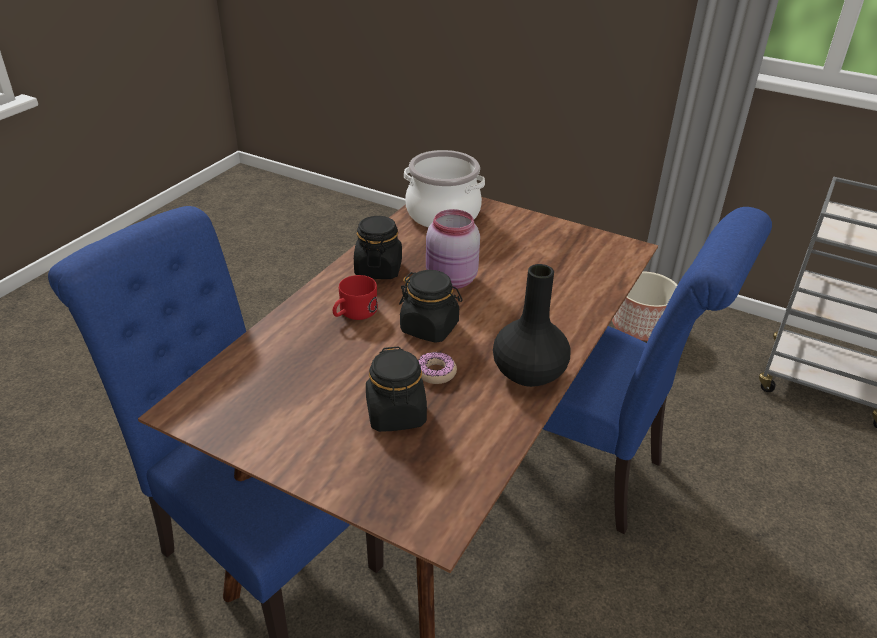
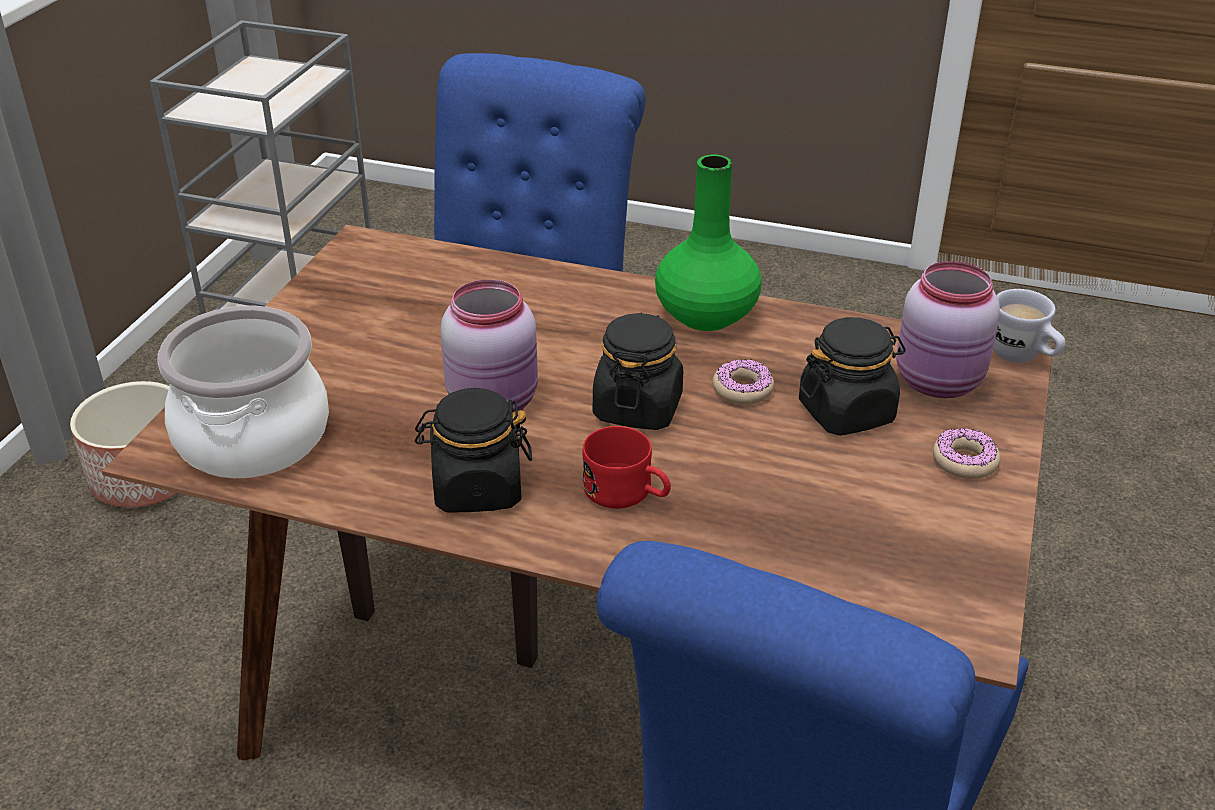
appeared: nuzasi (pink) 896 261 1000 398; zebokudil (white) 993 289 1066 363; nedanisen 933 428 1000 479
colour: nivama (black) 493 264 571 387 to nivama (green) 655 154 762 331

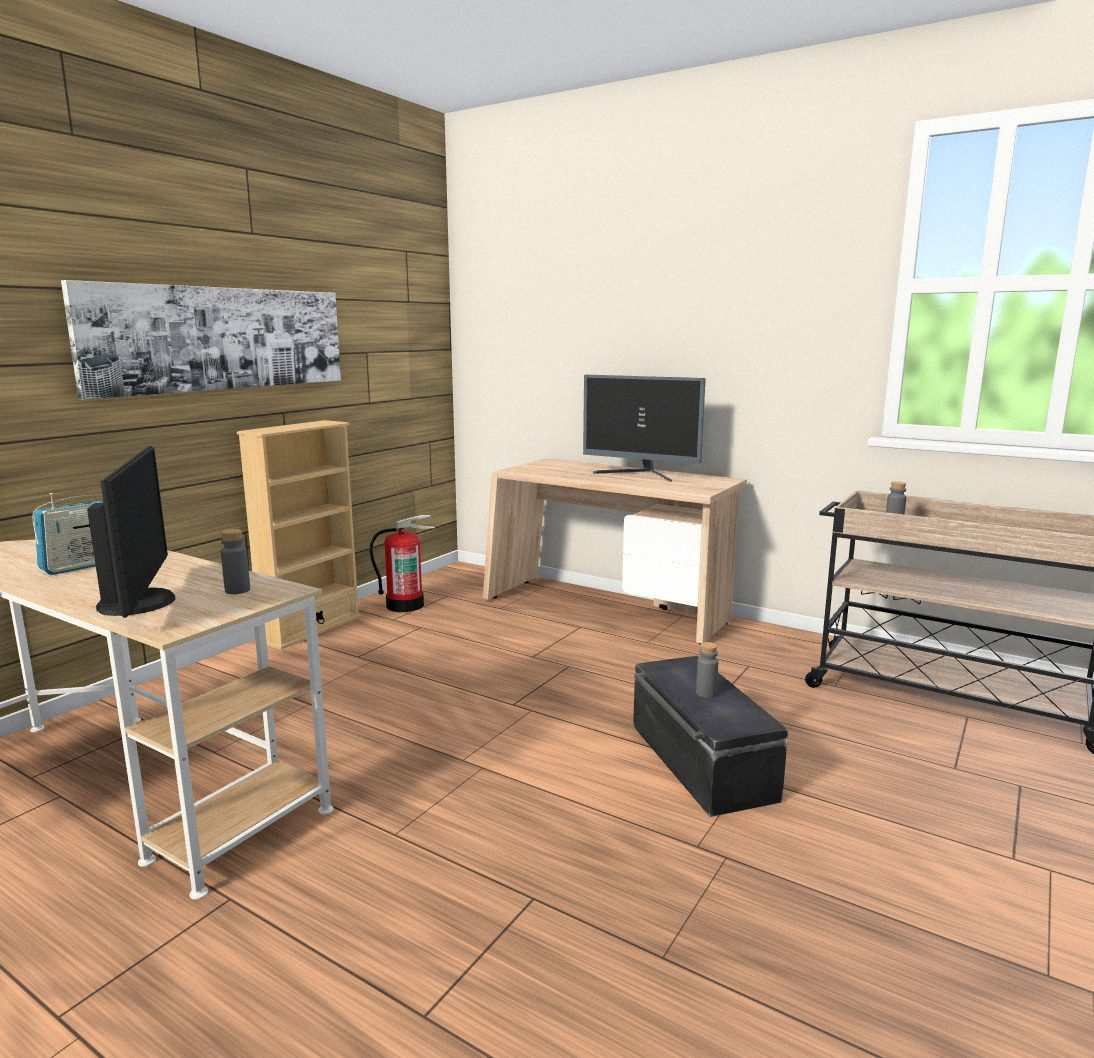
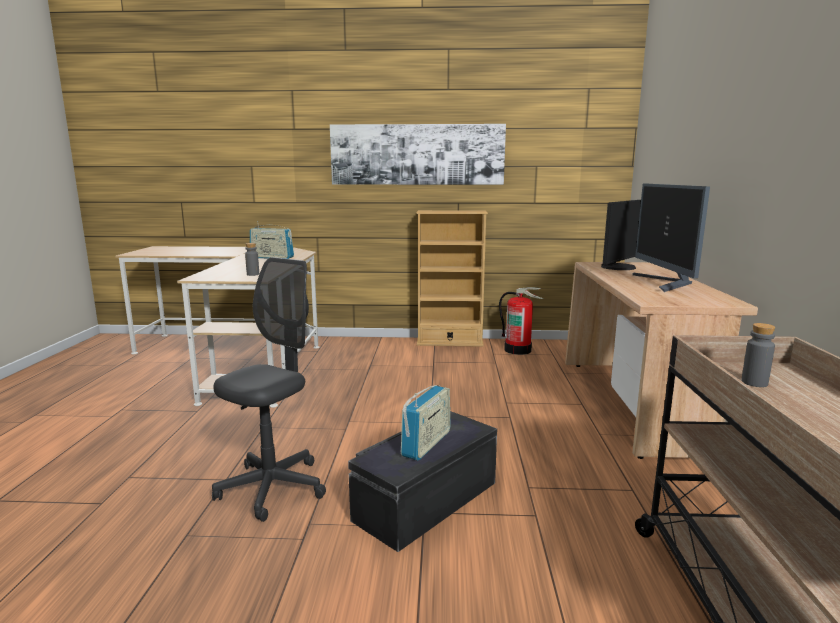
appeared: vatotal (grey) 212 257 326 522
relocated: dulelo 87 446 175 618 to 601 200 641 270
exchanged: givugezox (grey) 696 642 718 698 to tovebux 401 385 451 461

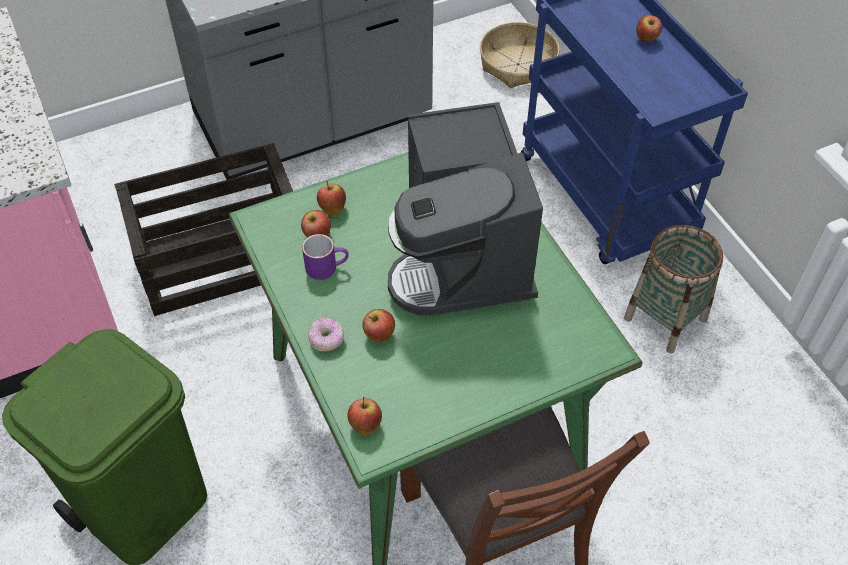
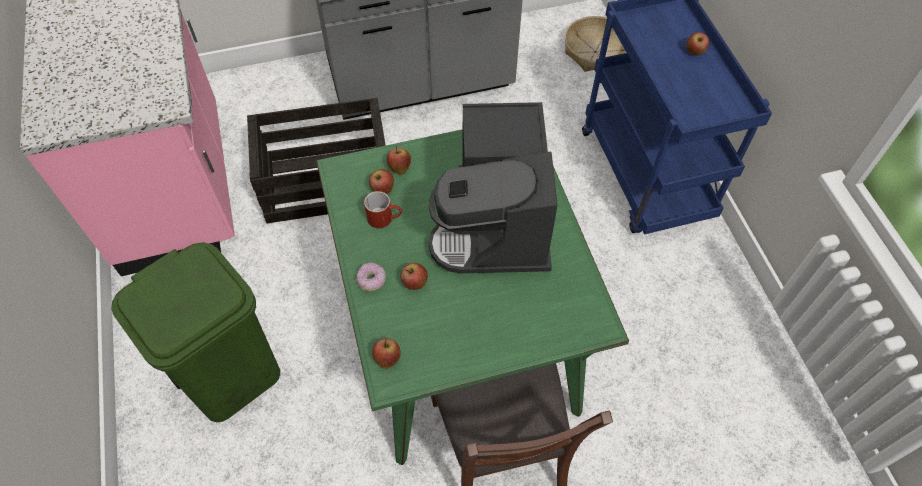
missing: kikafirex 624 225 723 354
colour: zebokudil (purple) 302 234 349 280 to zebokudil (red) 364 191 402 228

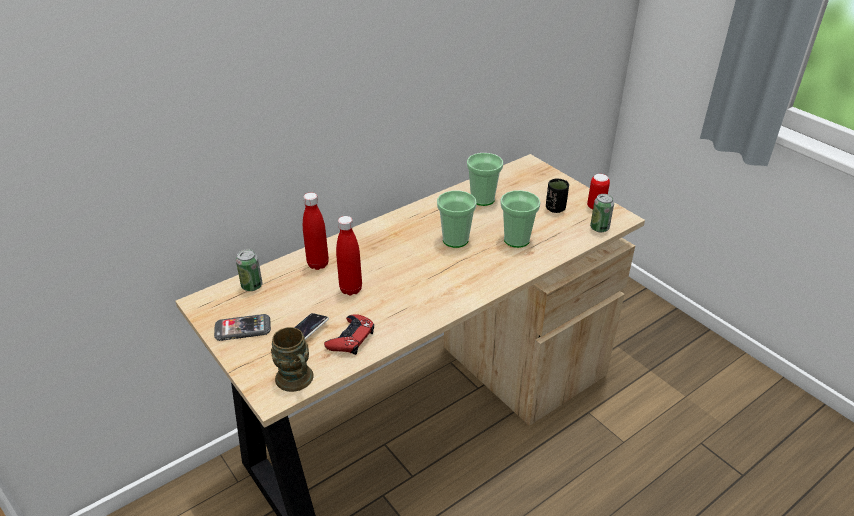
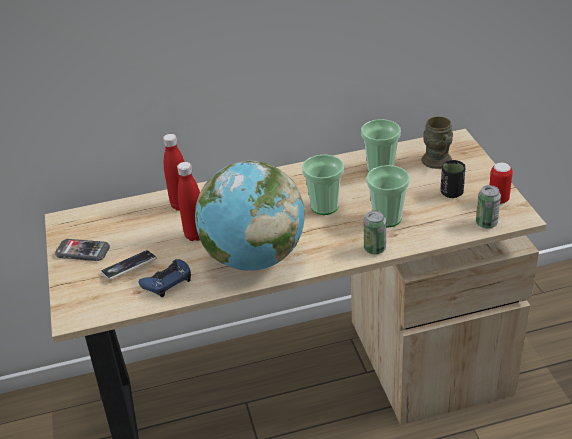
appeared: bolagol 195 161 304 271
relocated: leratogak 236 249 262 291 to 364 210 386 254; zebokudil (brown) 271 327 313 392 to 421 117 453 169
colour: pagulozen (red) 324 314 374 355 to pagulozen (blue) 138 259 191 297

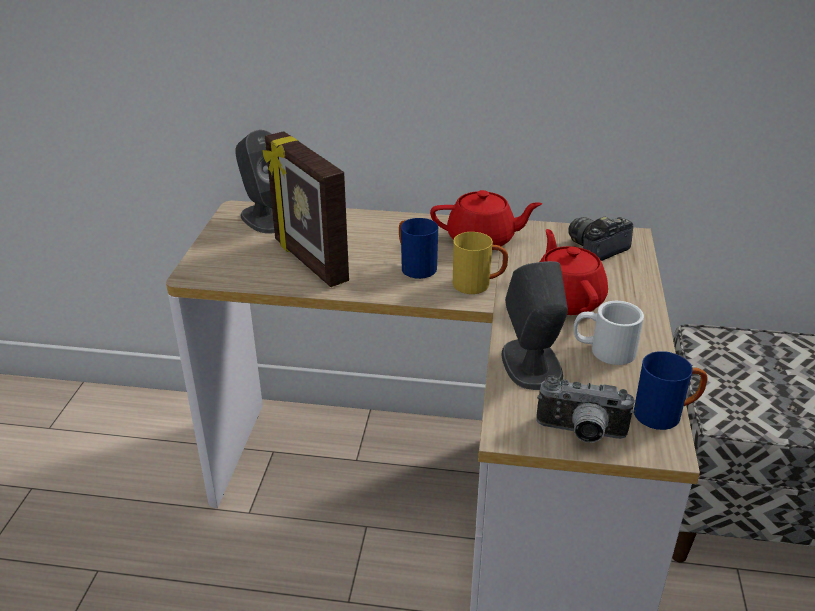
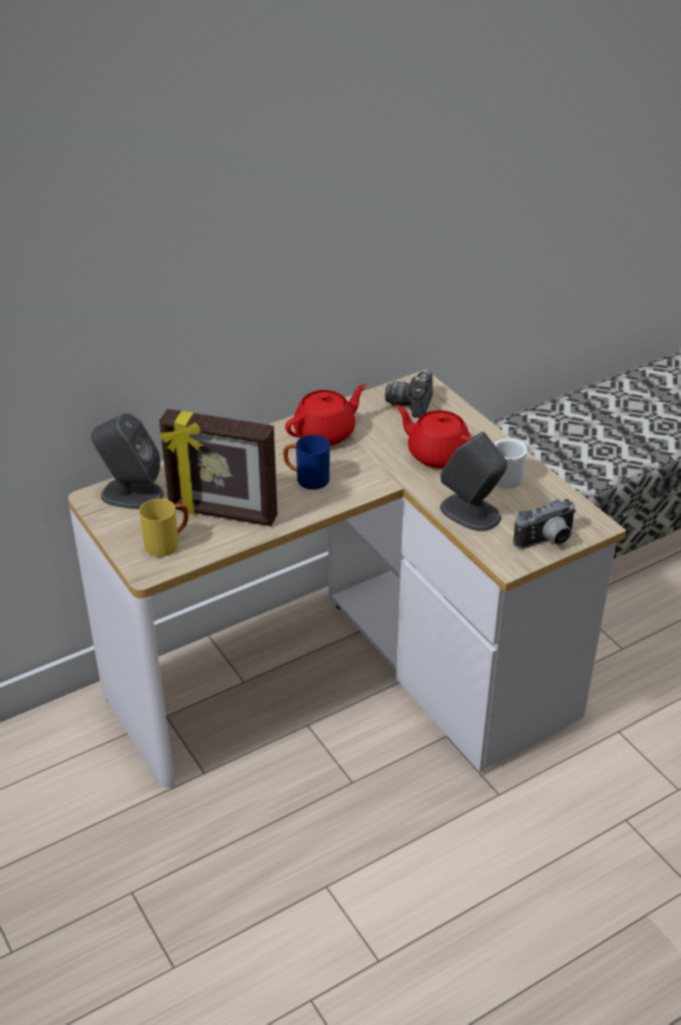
missing: zebokudil (blue) 634 351 708 430
relocated: zebokudil (yellow) 453 232 508 294 to 139 499 189 557

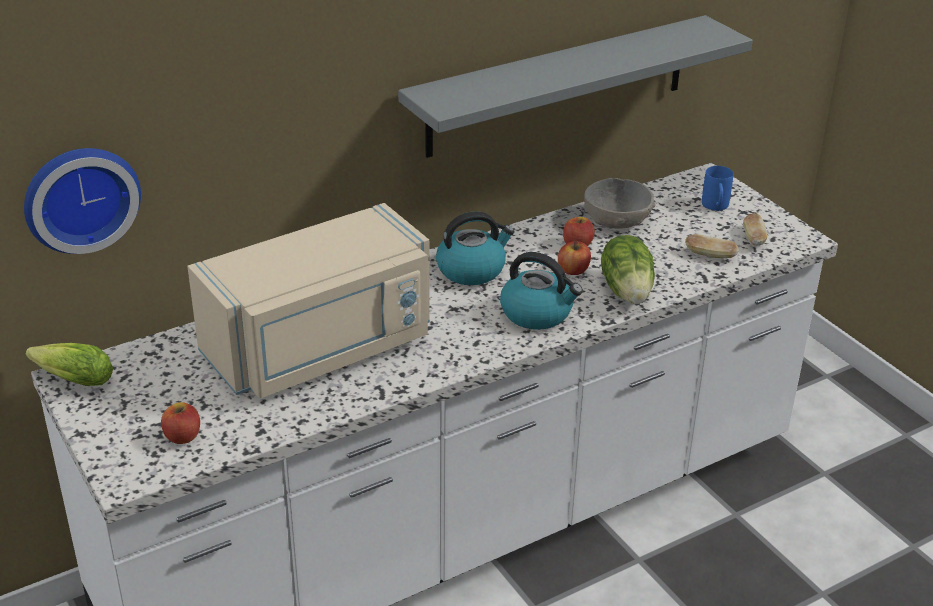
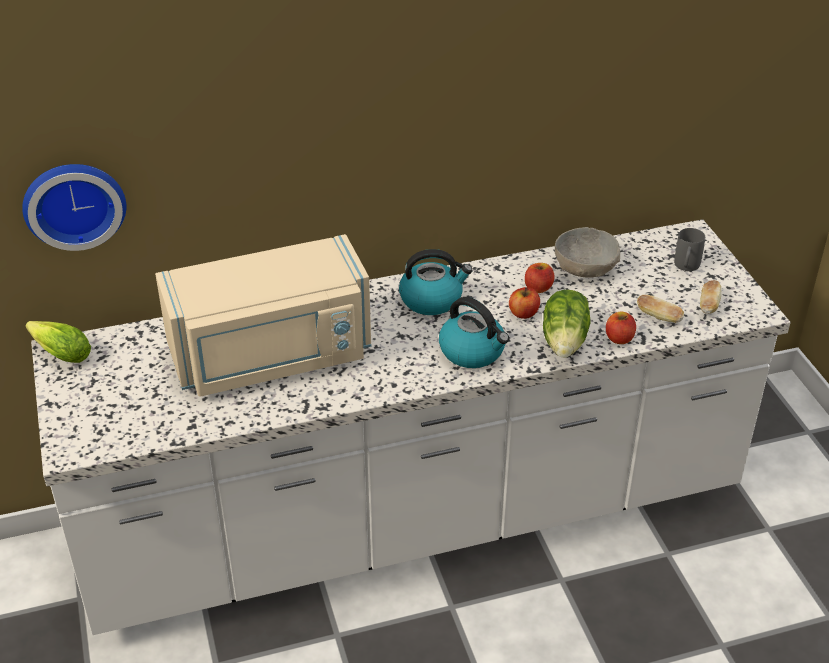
missing: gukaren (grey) 398 15 753 158
relocated: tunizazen 161 402 200 444 to 606 312 636 344
colour: zebokudil (blue) 702 166 733 211 to zebokudil (grey) 674 228 705 271

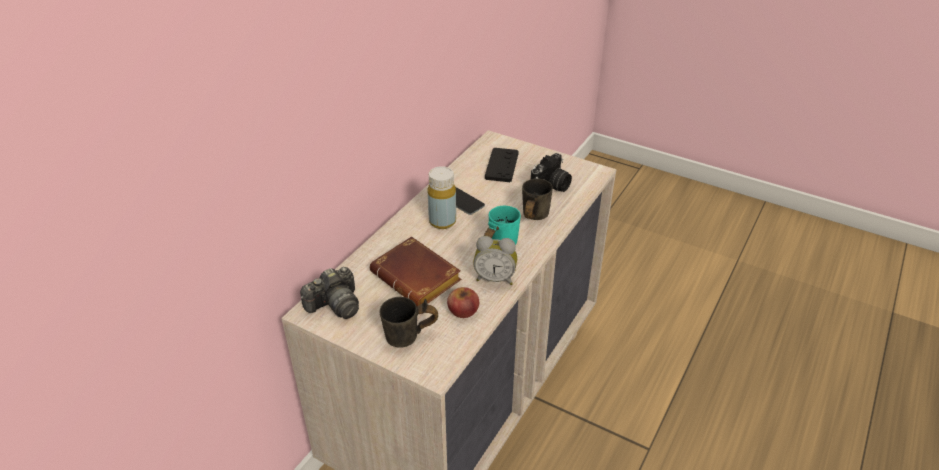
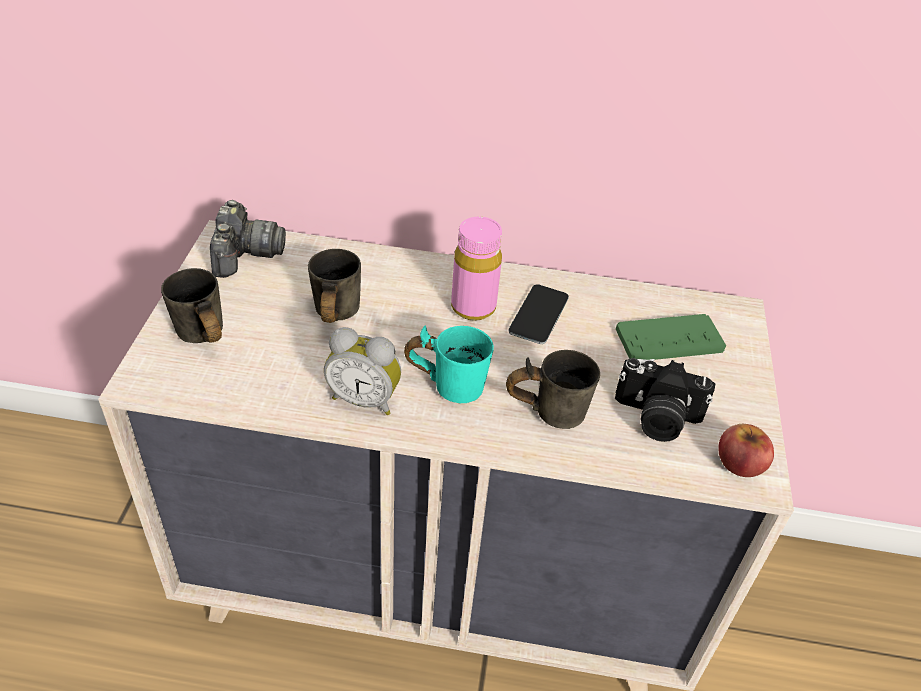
relocated: tunizazen 447 287 479 318 to 718 424 774 477
exchanged: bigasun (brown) 370 236 461 306 to zebokudil (grey) 308 249 361 323
colour: pagulozen (black) 485 148 519 182 to pagulozen (green) 616 314 726 360; givugezox (yellow) 428 166 456 229 to givugezox (pink) 451 217 502 321
spun: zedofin 473 236 517 285 = 324 327 401 415 60 degrees counterclockwise; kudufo 300 267 359 319 = 210 200 286 278 120 degrees counterclockwise

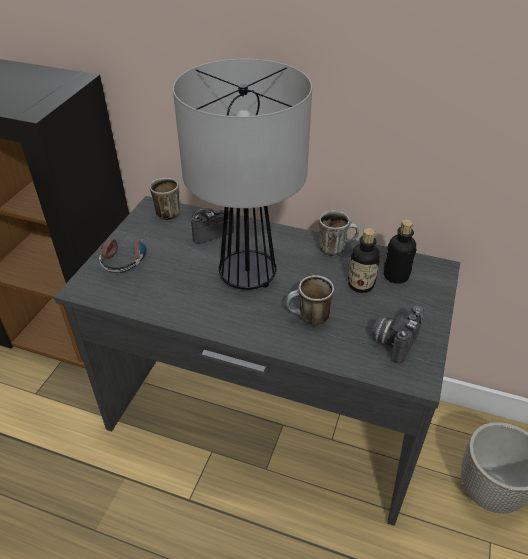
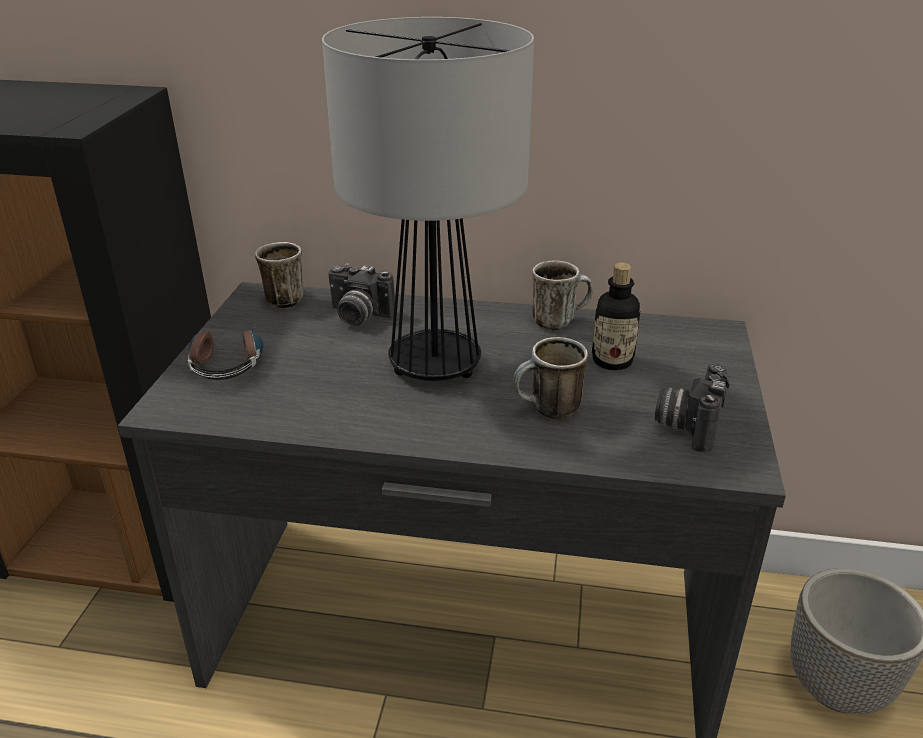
missing: givugezox 384 219 416 284
spun: kudufo 191 207 234 244 = 328 263 395 326 120 degrees counterclockwise

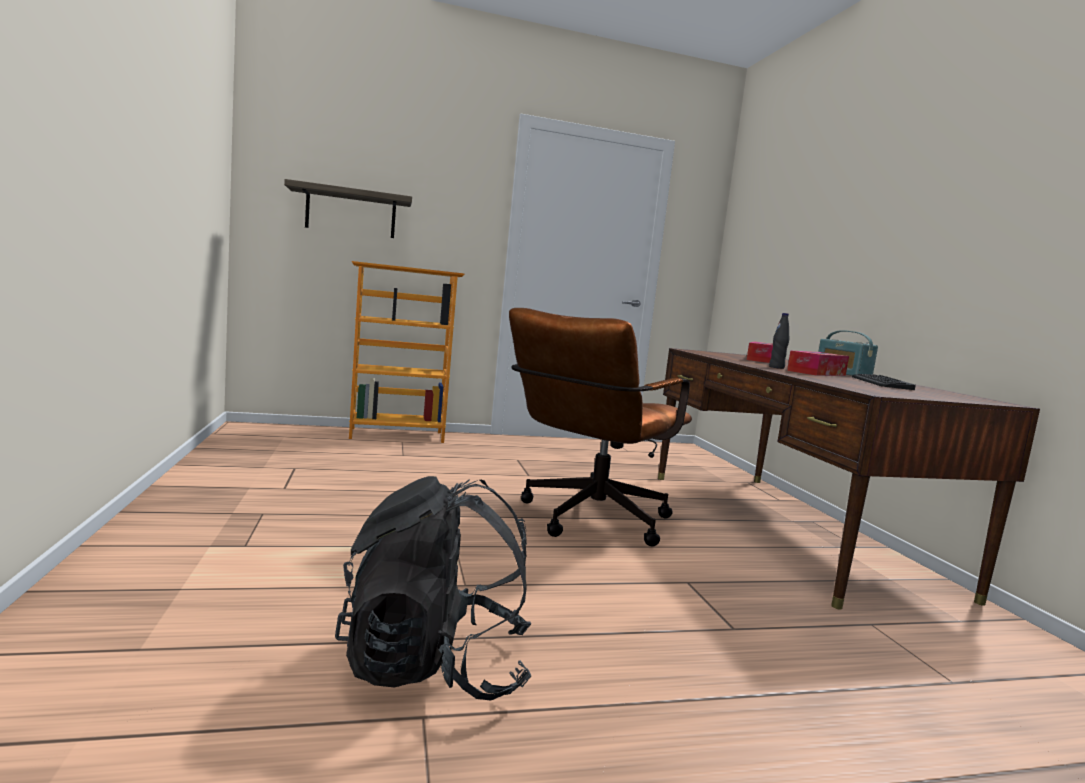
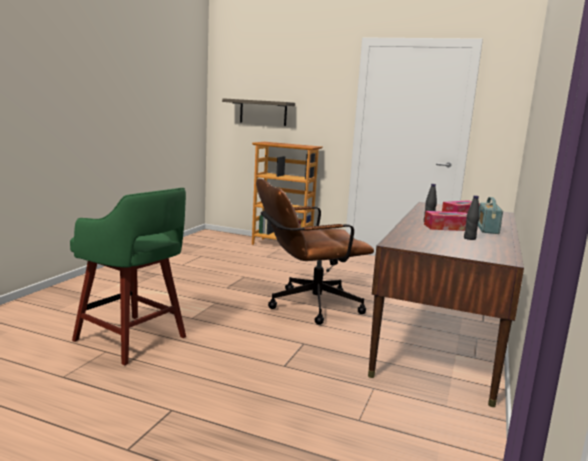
exchanged: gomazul 852 374 916 390 to givugezox (black) 464 196 480 240; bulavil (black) 335 476 532 700 to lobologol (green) 70 188 186 366

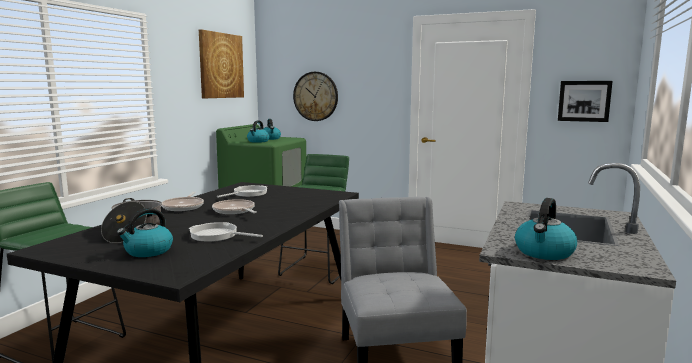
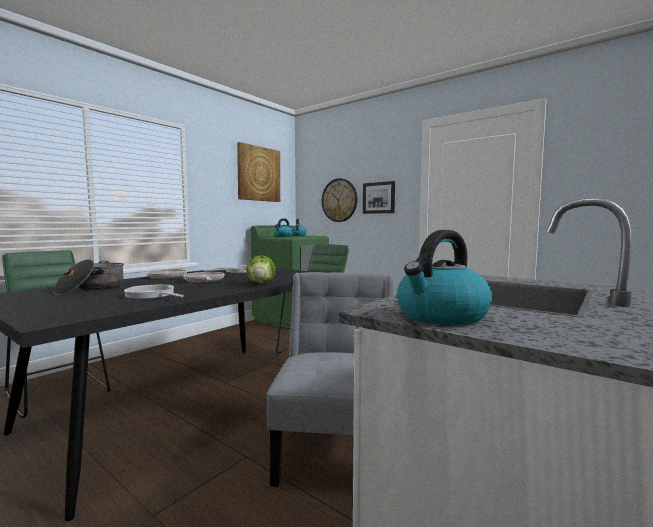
missing: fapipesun 117 208 173 257
appeared: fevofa 246 255 276 284
relocated: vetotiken 558 81 613 122 to 363 181 395 214

